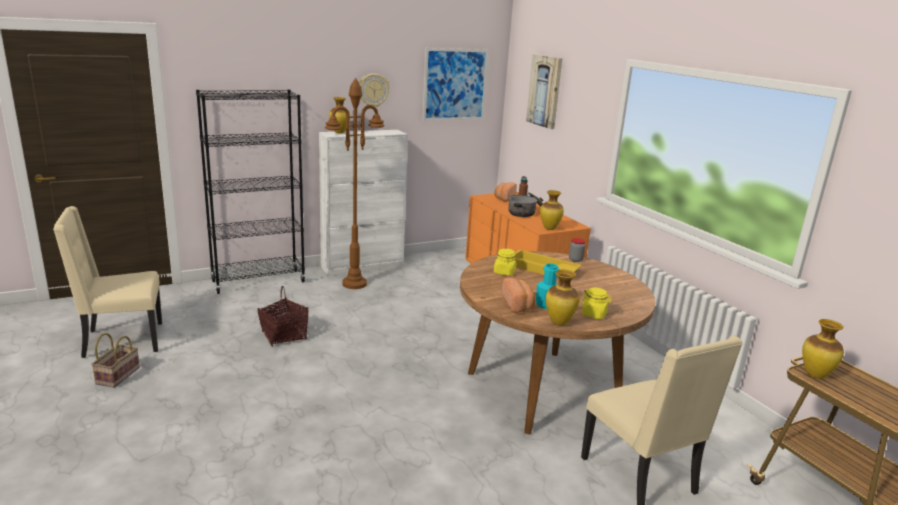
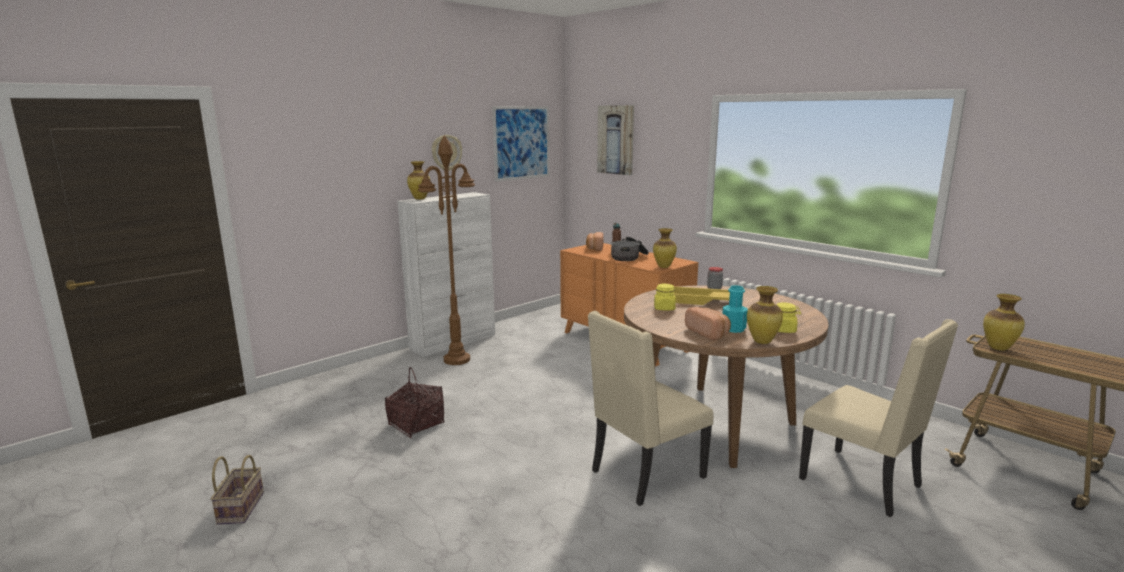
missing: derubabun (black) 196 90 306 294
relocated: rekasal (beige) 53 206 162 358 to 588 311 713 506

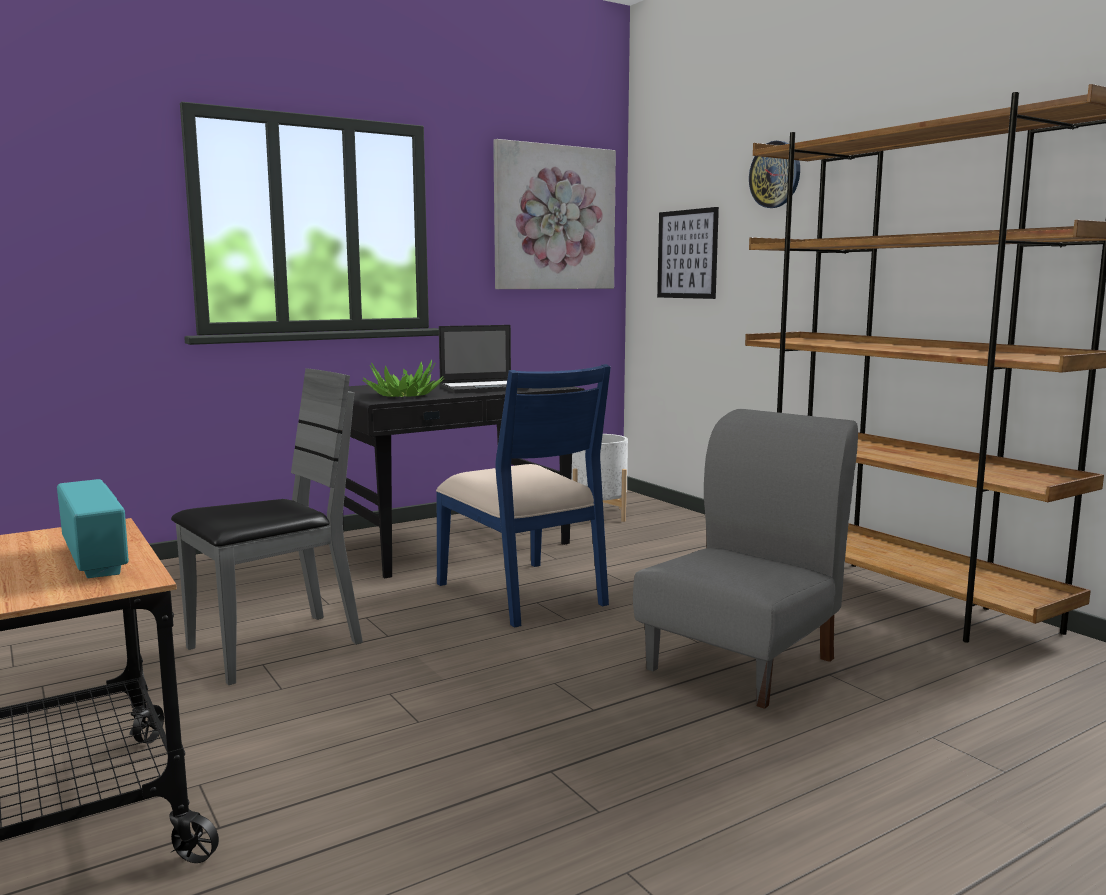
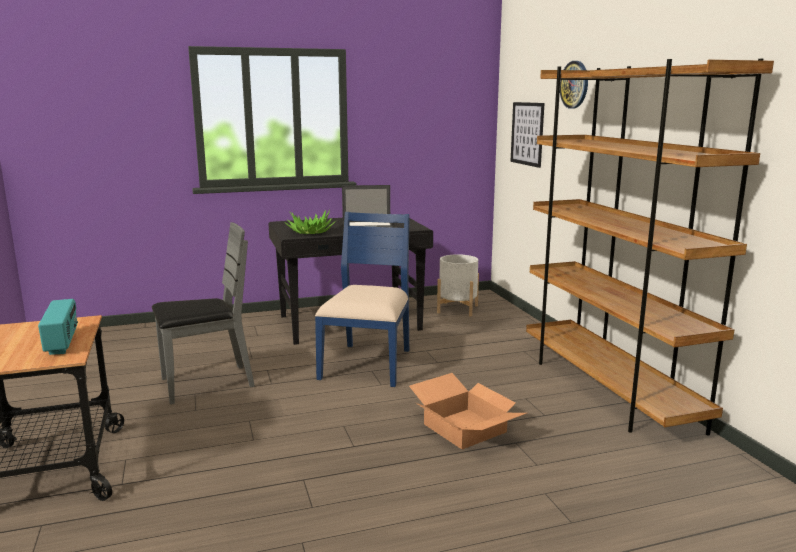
missing: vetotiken 493 139 616 289
exchanged: rekasal (grey) 633 409 858 709 to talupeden 409 373 527 449
spun: rekasal (blue) 436 364 611 628 = 315 212 410 387 150 degrees counterclockwise

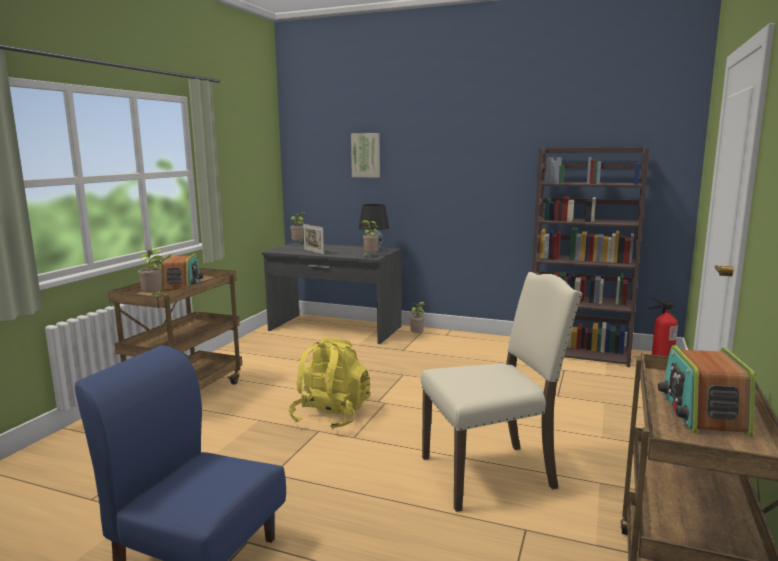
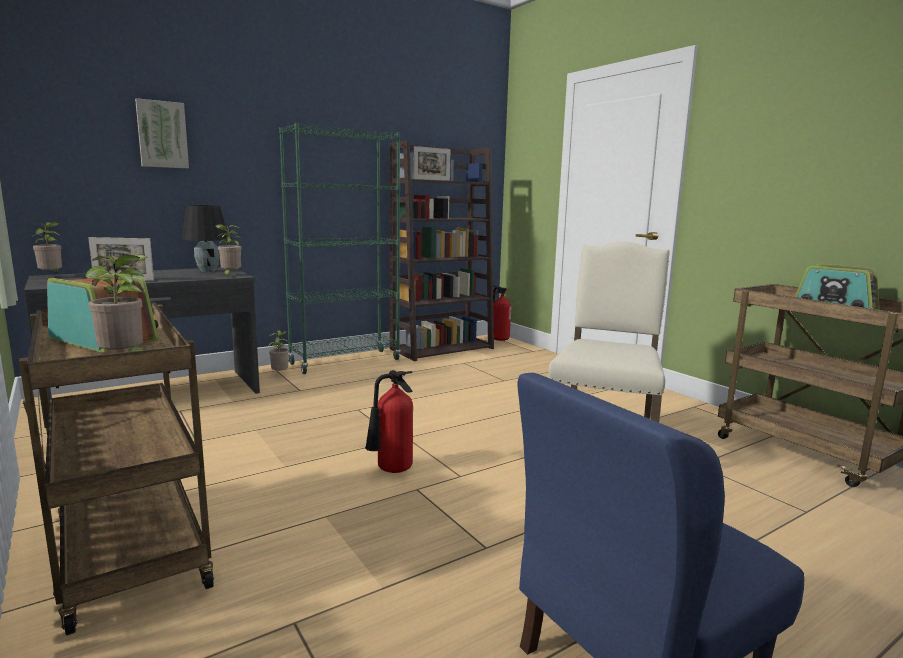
appeared: derubabun (green) 279 123 401 374; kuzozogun 413 146 450 181
exchanged: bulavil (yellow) 289 337 371 430 to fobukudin 365 370 413 473

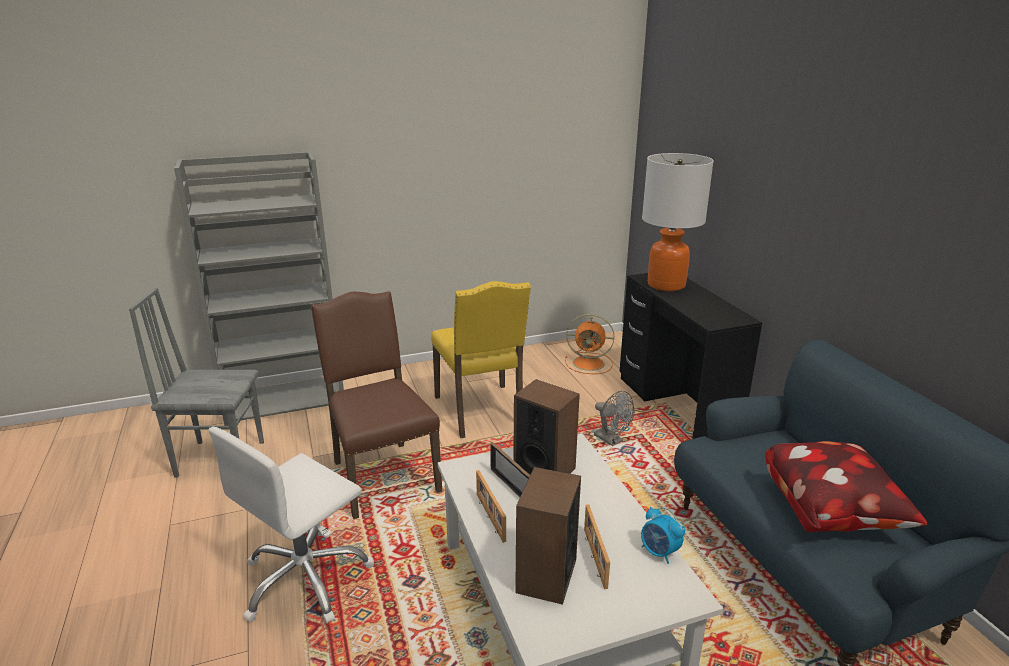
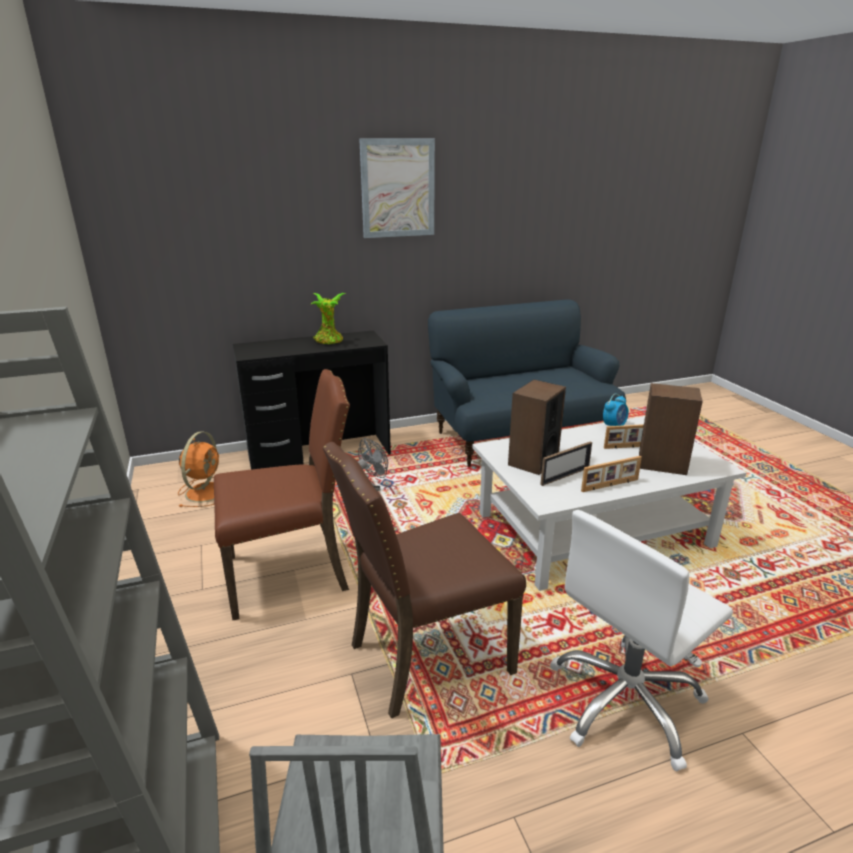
missing: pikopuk 642 153 714 291; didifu 766 441 928 532
appeared: vetotiken 359 139 435 238; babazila 311 293 346 344
colour: rekasal (yellow) 431 281 531 438 to rekasal (brown) 214 369 350 620
spun: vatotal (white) 209 427 374 624 = 550 510 733 771 105 degrees clockwise

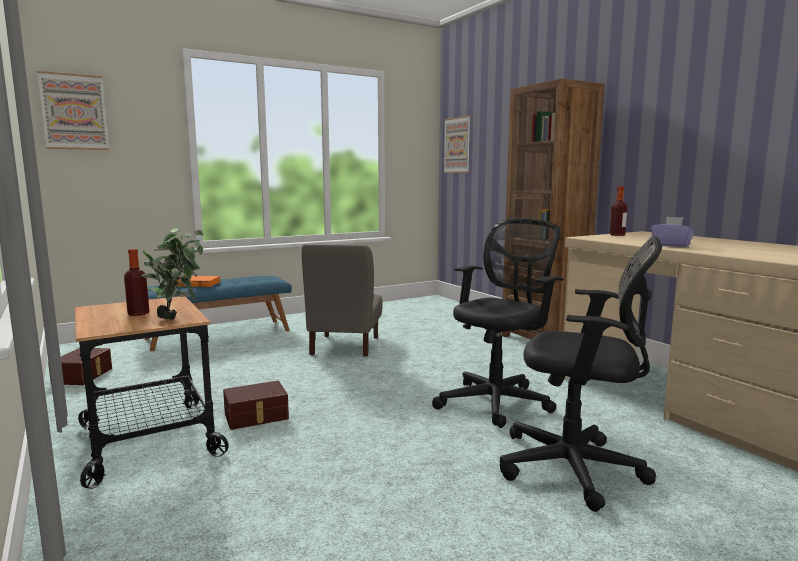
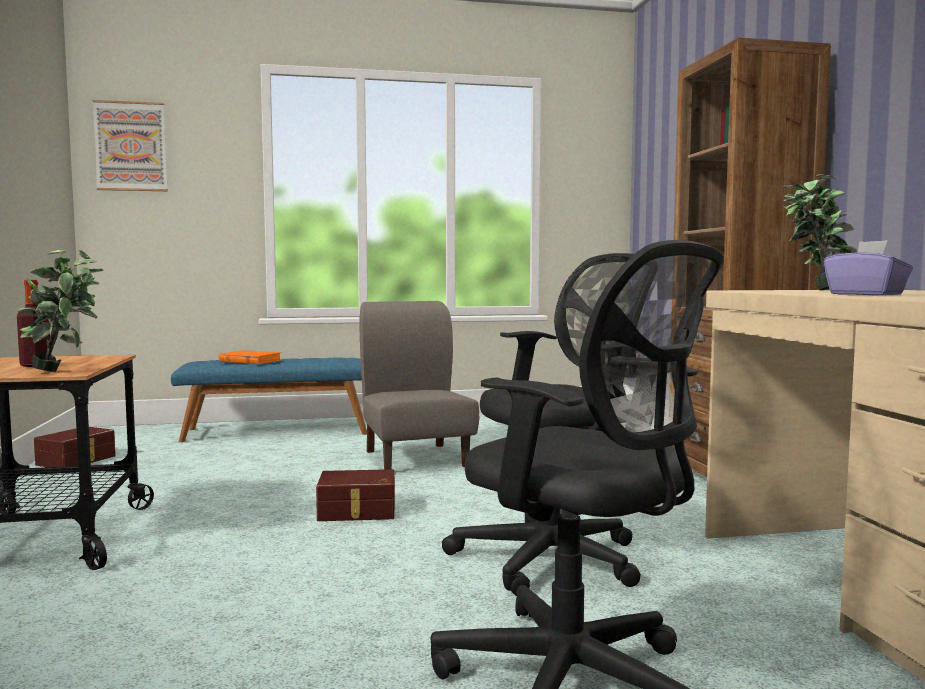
missing: vetotiken 443 116 471 173
relocated: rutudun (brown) 223 381 289 430 to 316 469 395 521
exchanged: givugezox 610 186 627 236 to babazila 781 174 856 290
spun: rekasal (grey) 302 244 383 357 = 359 301 479 470 135 degrees clockwise

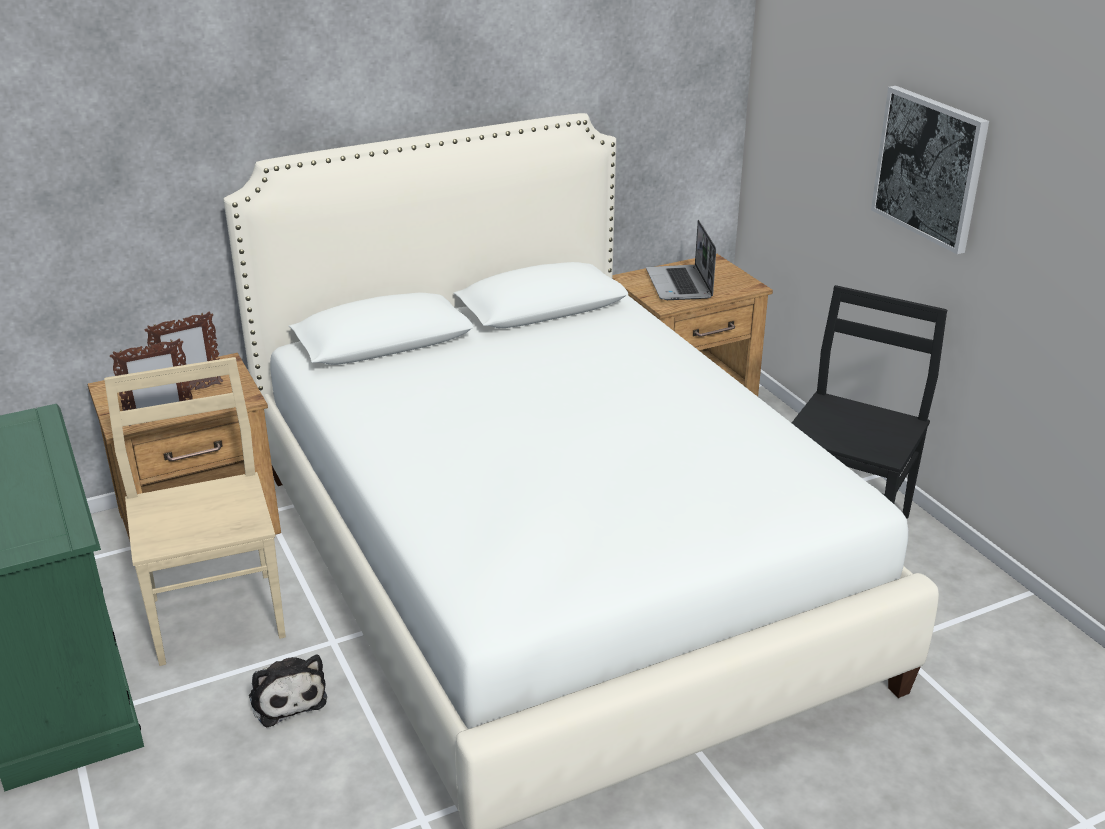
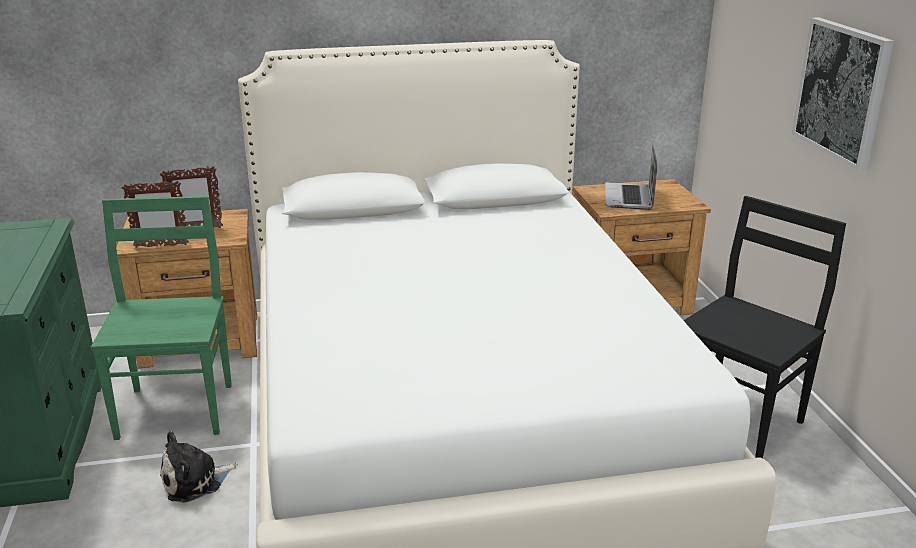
colour: rekasal (beige) 104 357 286 666 to rekasal (green) 91 196 232 440
spun: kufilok 249 655 327 727 = 160 431 238 503 75 degrees clockwise

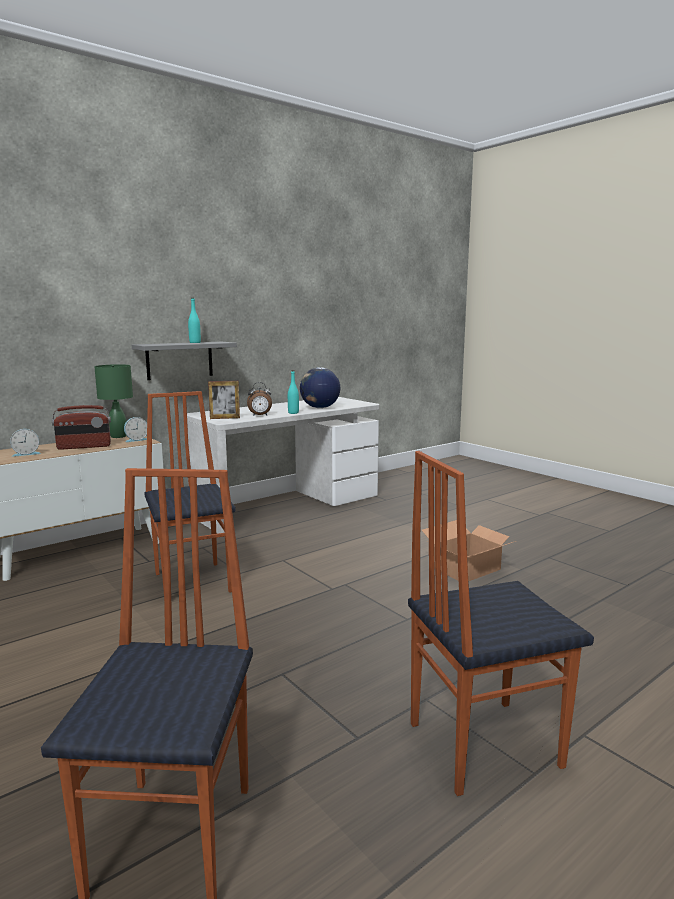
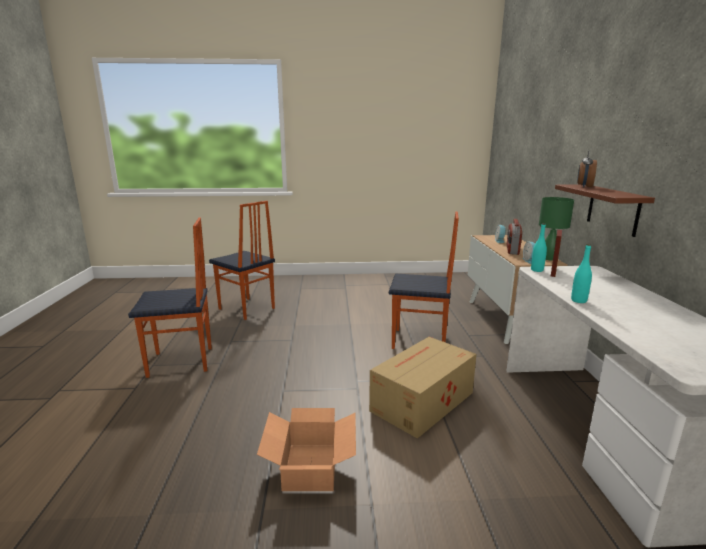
missing: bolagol 300 367 340 408
appeared: talupeden 369 337 476 439
relocated: givugezox (turquoise) 188 298 201 343 to 531 223 547 272; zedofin 247 382 272 416 to 577 150 597 188
colour: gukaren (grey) 132 342 237 380 to gukaren (brown) 555 184 655 237
spun: rekasal 408 451 594 796 = 128 217 212 378 60 degrees clockwise

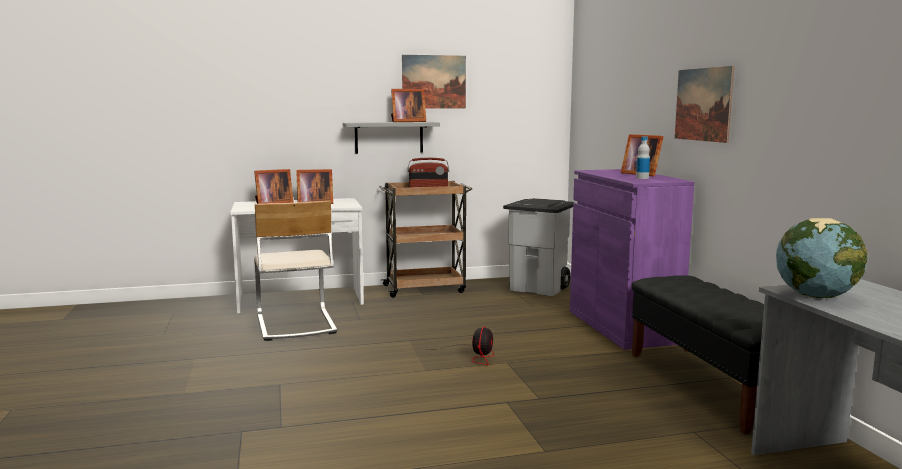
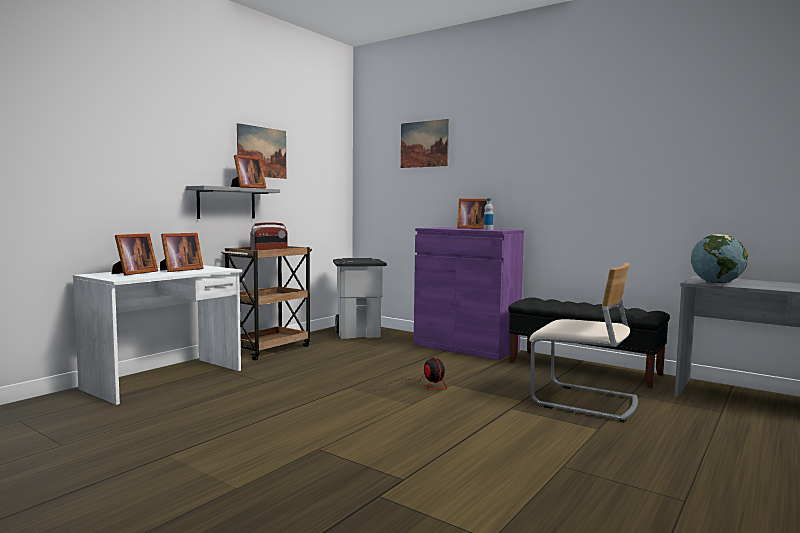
relocated: vetotiken 675 66 734 143 to 401 119 449 168; rekasal (beige) 254 201 337 341 to 529 263 638 422

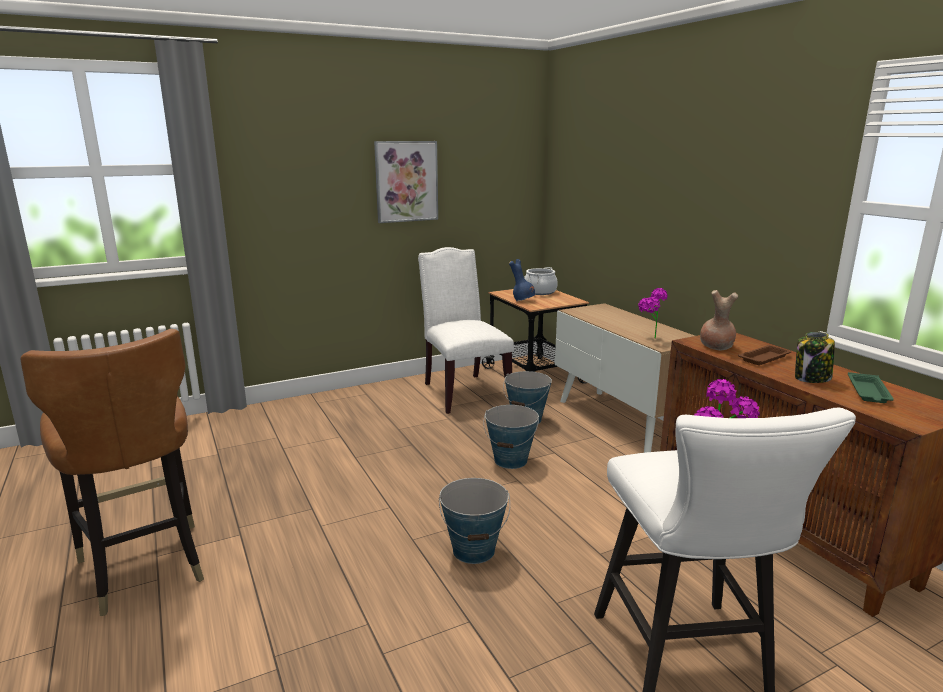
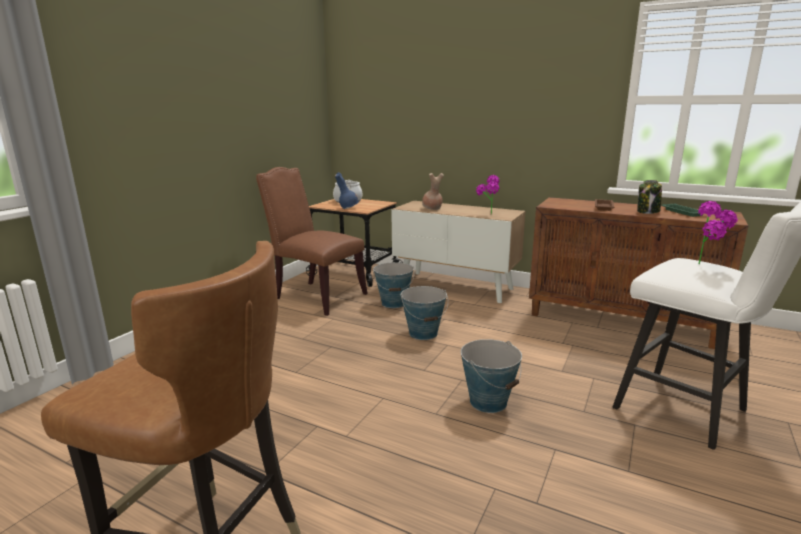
missing: vetotiken 374 141 438 223
relocated: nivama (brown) 700 290 738 351 to 422 173 444 210
colour: rekasal (white) 418 247 514 414 to rekasal (brown) 256 167 368 316

